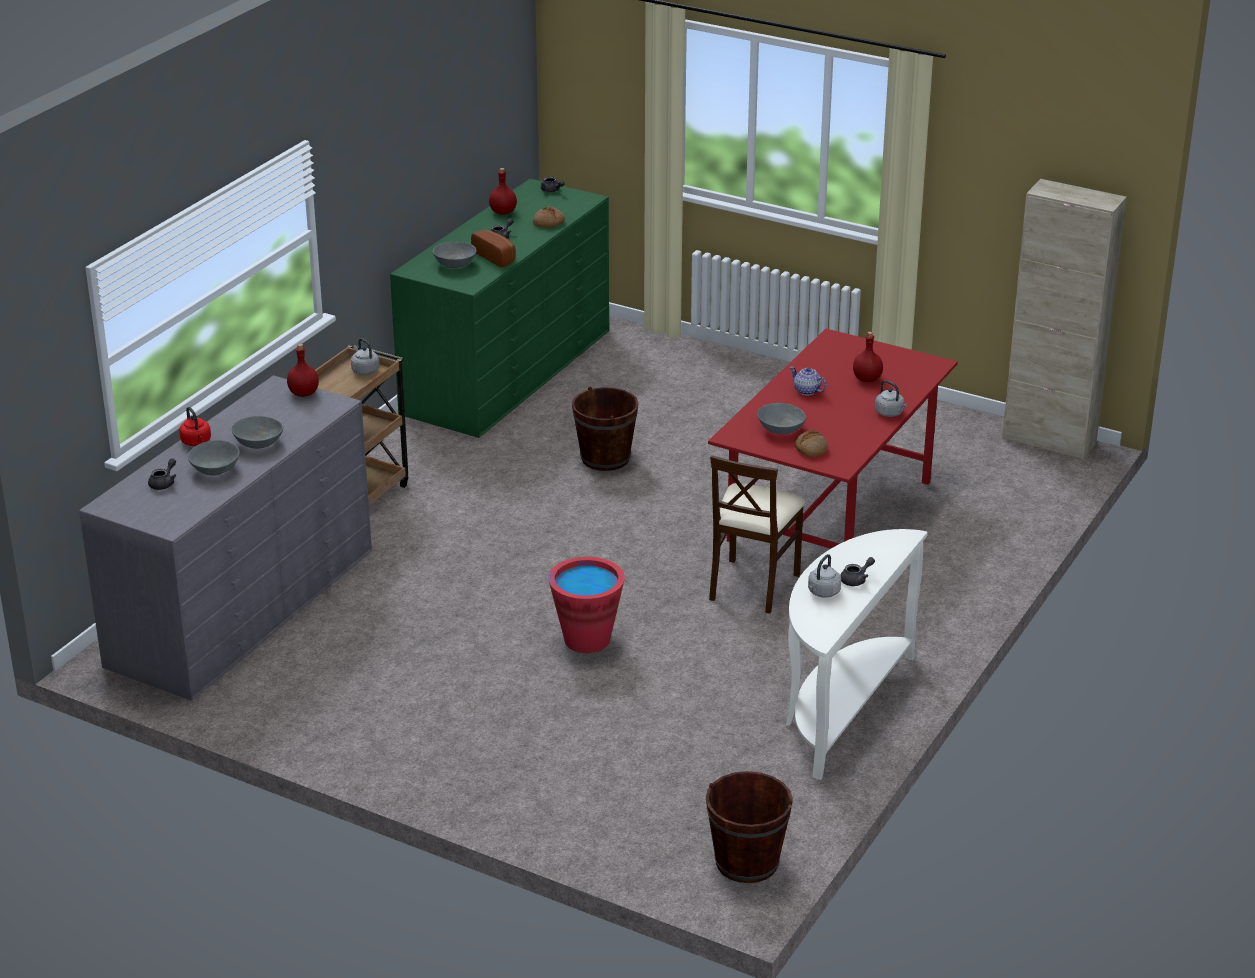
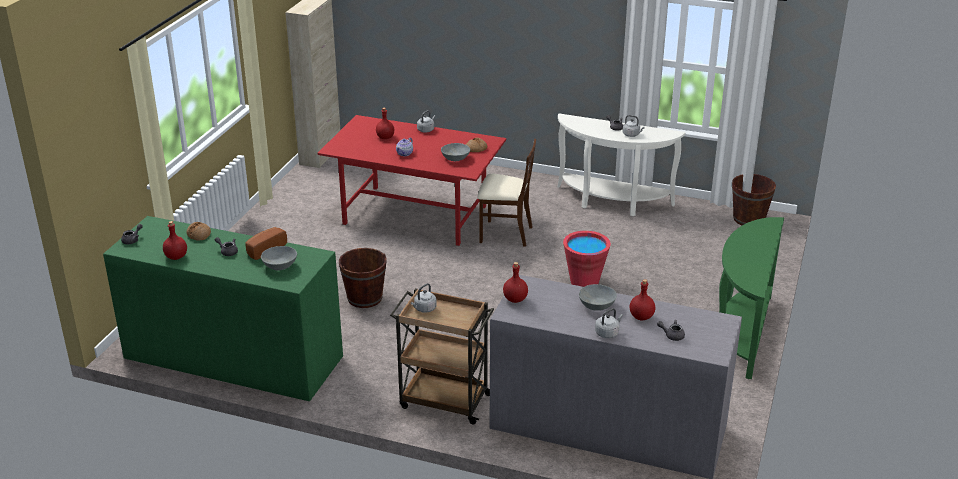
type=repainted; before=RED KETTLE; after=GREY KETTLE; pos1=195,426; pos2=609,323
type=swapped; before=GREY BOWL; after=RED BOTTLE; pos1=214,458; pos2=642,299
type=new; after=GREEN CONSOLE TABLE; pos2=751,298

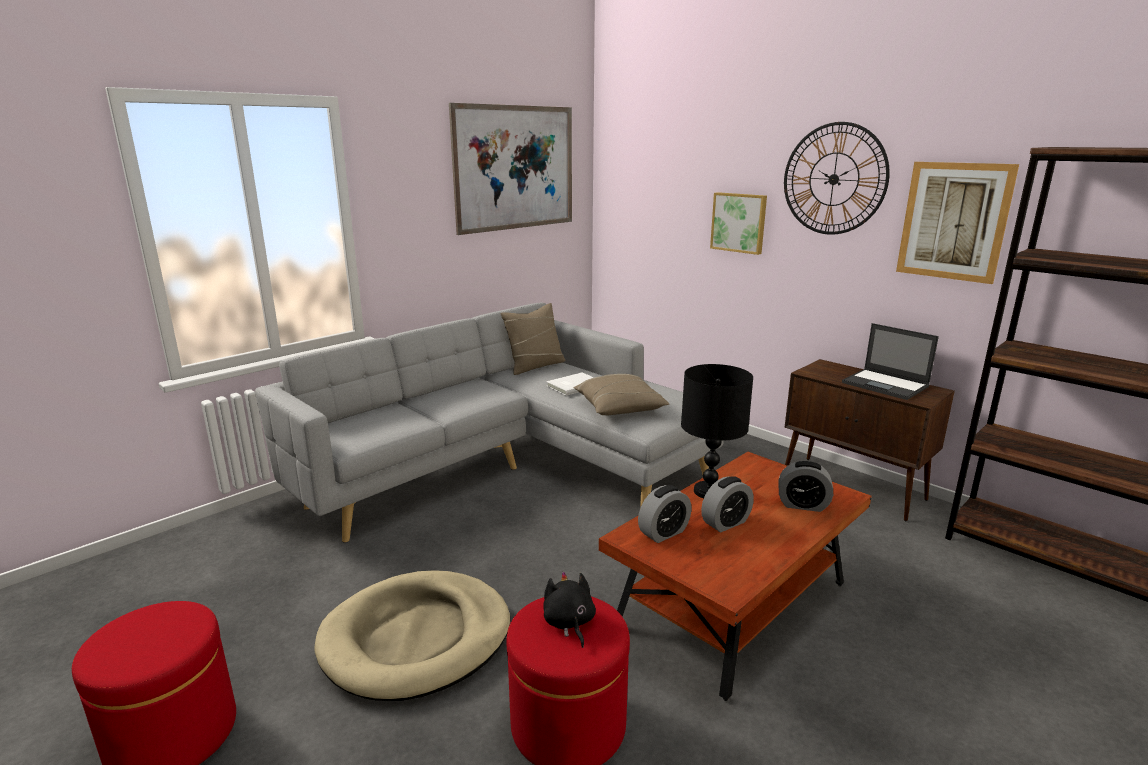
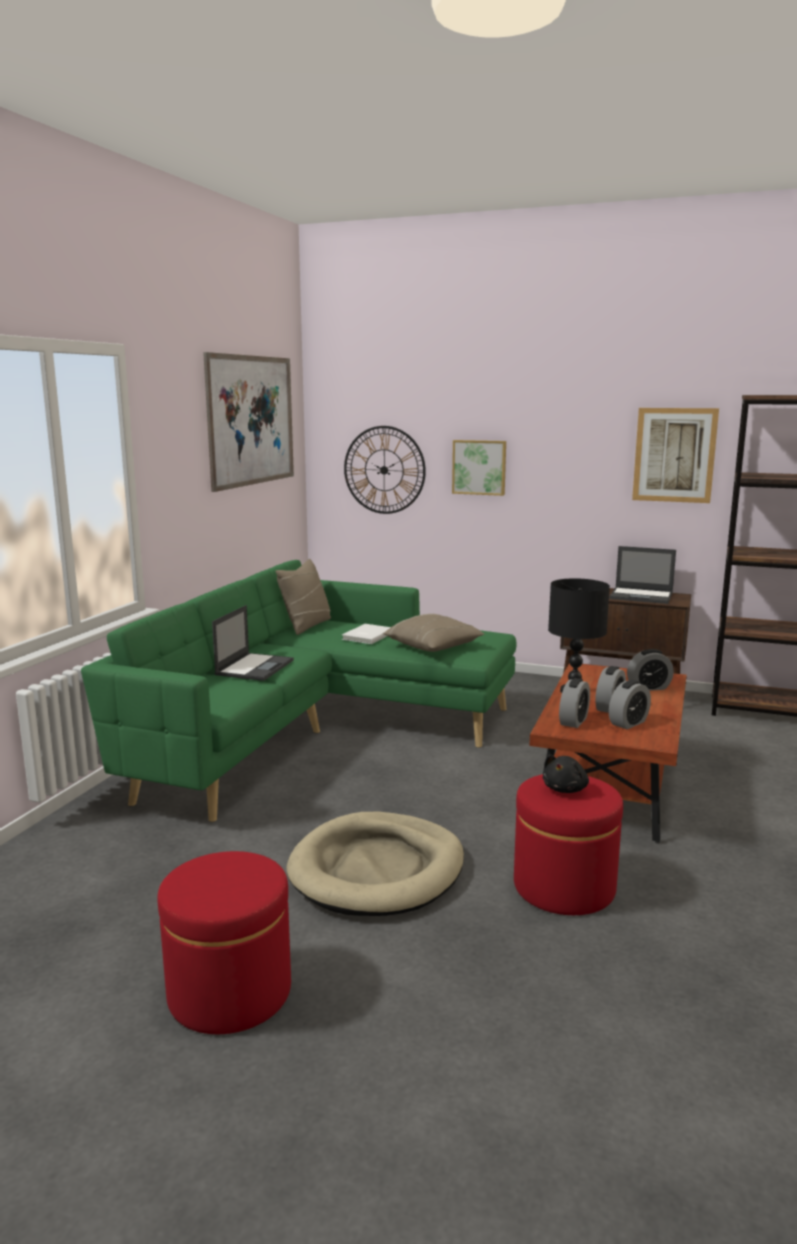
type=repainted; before=GREY SOFA; after=GREEN SOFA; pos1=489,422; pos2=299,691
type=new; after=LAPTOP; pos2=253,643
type=shifted; before=WALL CLOCK; pos1=837,178; pos2=385,470
type=rotated; before=BLACK PLUSH TOY; pos1=569,609; pos2=566,774; turn=-105
type=new; after=ALARM CLOCK; pos2=630,704

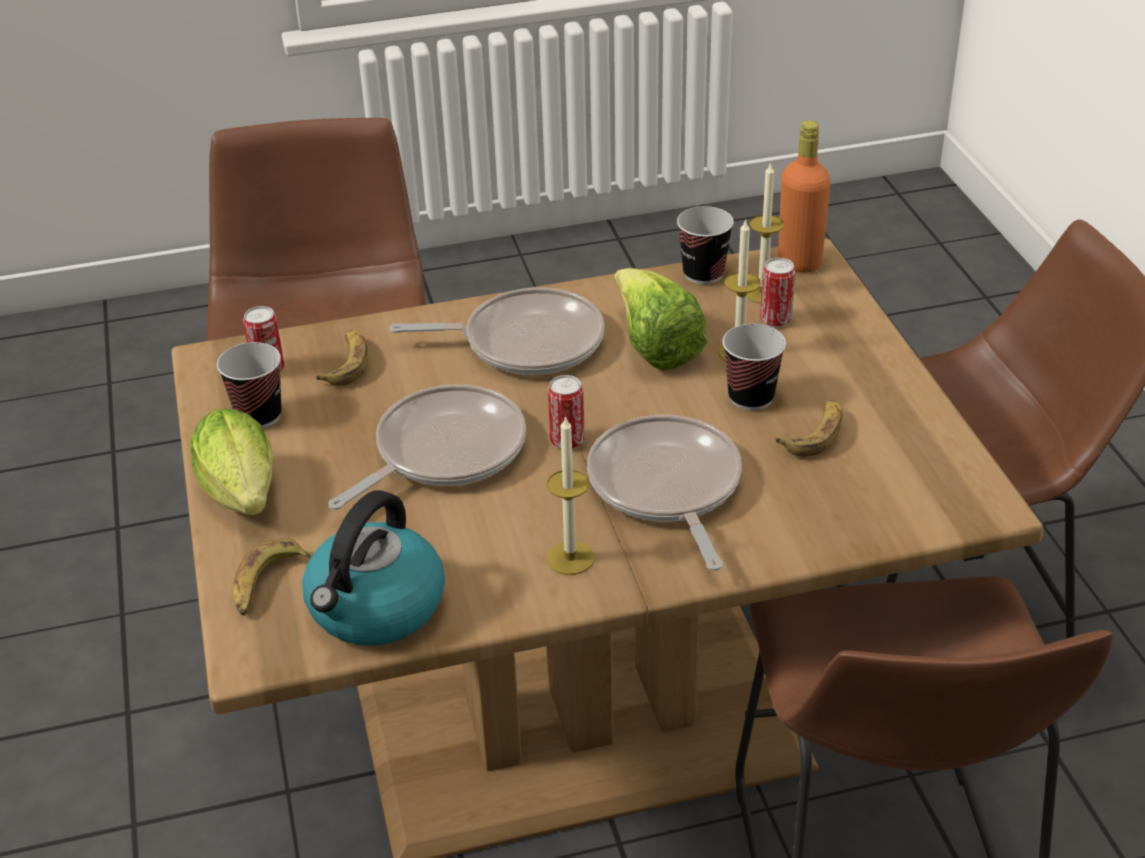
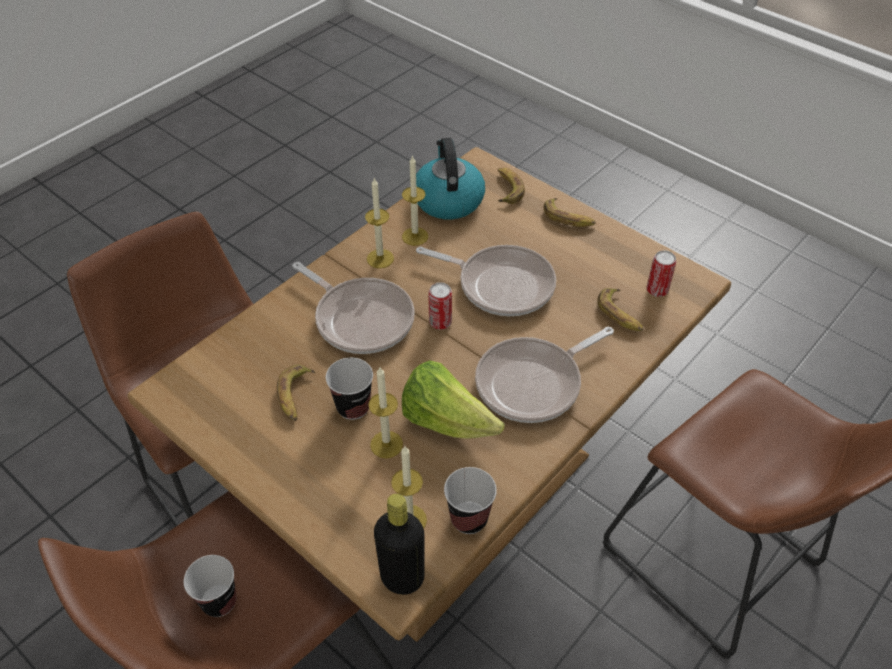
type=shifted; before=CUP; pos1=249,385; pos2=210,586
type=repainted; before=ORANGE BOTTLE; after=BLACK BOTTLE; pos1=804,196; pos2=399,544
type=new; after=CANDLE; pos2=415,200
type=rotated; before=FRYING PAN; pos1=427,447; pos2=486,280; turn=-75
type=swapped; before=LETTUCE; after=BANANA; pos1=231,462; pos2=570,212
type=gone; before=CAN; pos1=777,292

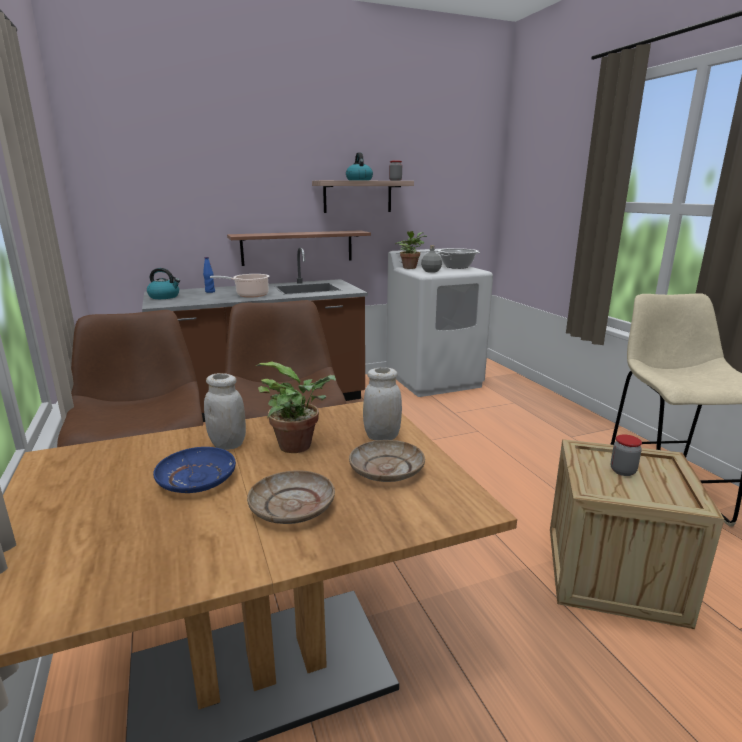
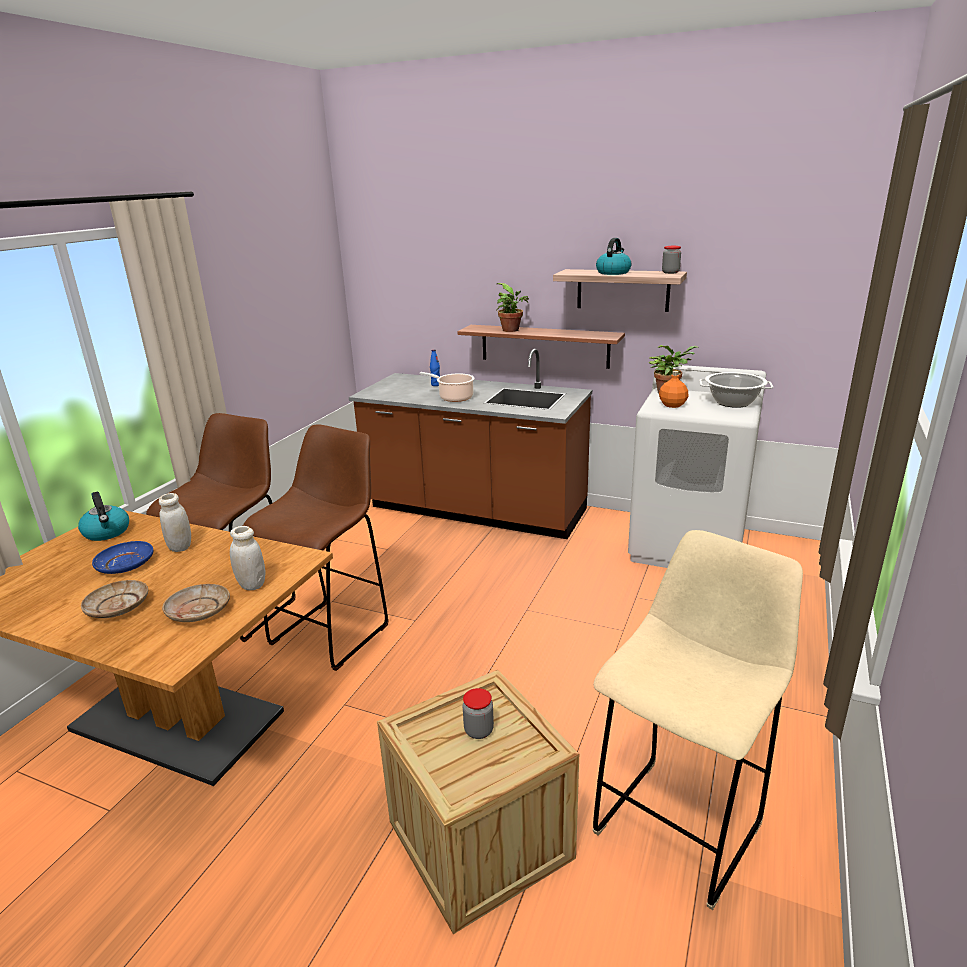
type=shifted; before=KETTLE; pos1=163,283; pos2=103,516
type=shifted; before=POTTED PLANT; pos1=296,407; pos2=512,307
type=repainted; before=GREY BOTTLE; after=ORANGE BOTTLE; pos1=431,259; pos2=673,389

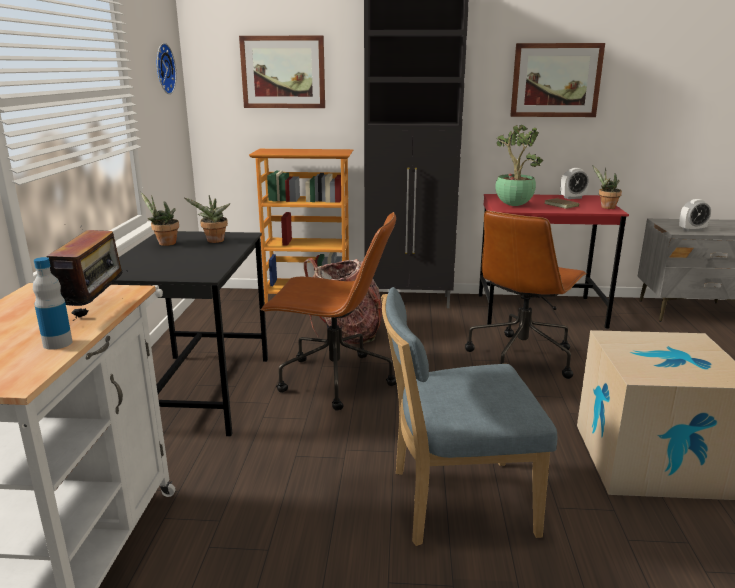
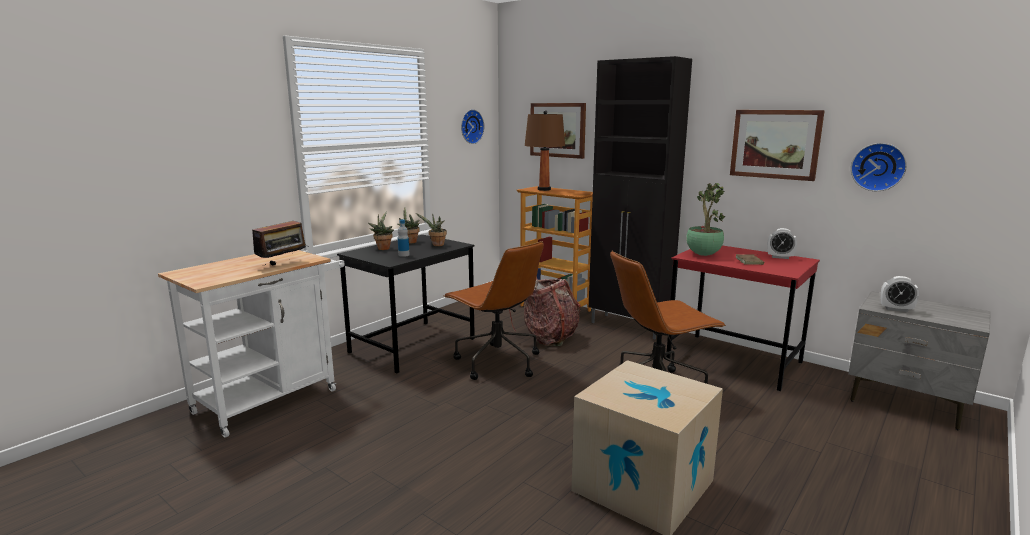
type=shifted; before=POTTED PLANT; pos1=607,187; pos2=381,230
type=shifted; before=BOTTLE; pos1=53,303; pos2=404,238
type=new; after=BROWN TABLE LAMP; pos2=545,150
type=new; after=WALL CLOCK; pos2=879,167
type=gone; before=BLUE CHAIR; pos1=469,416

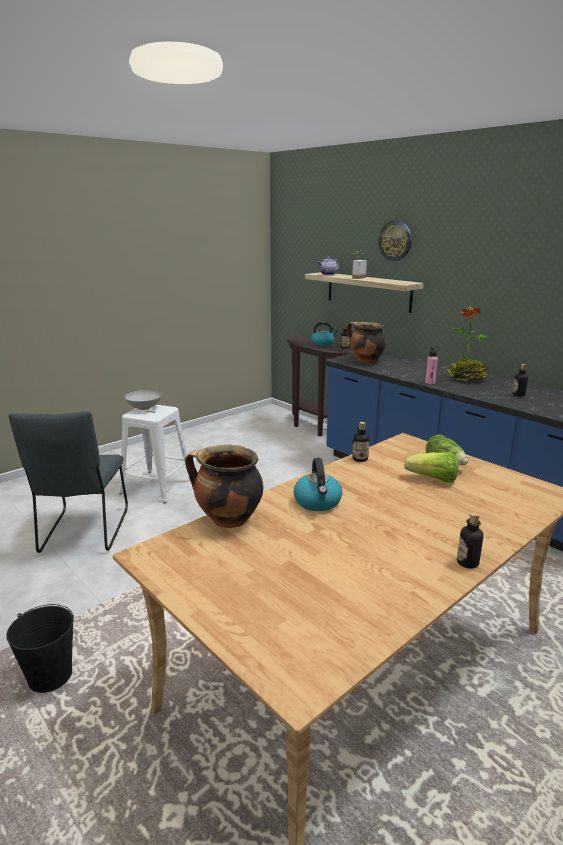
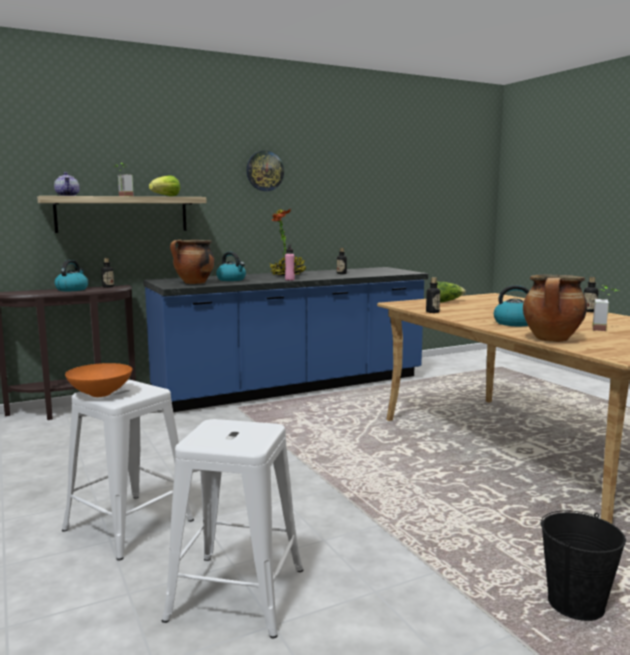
type=repainted; before=GREY BOWL; after=ORANGE BOWL; pos1=143,400; pos2=98,380
type=shifted; before=LETTUCE; pos1=431,467; pos2=165,186
type=swapped; before=GREY CHAIR; after=WHITE STOOL; pos1=68,482; pos2=232,528
type=new; after=KETTLE; pos2=231,266
type=shifted; before=WALL CLOCK; pos1=395,240; pos2=265,171
type=new; after=POTTED PLANT; pos2=606,308

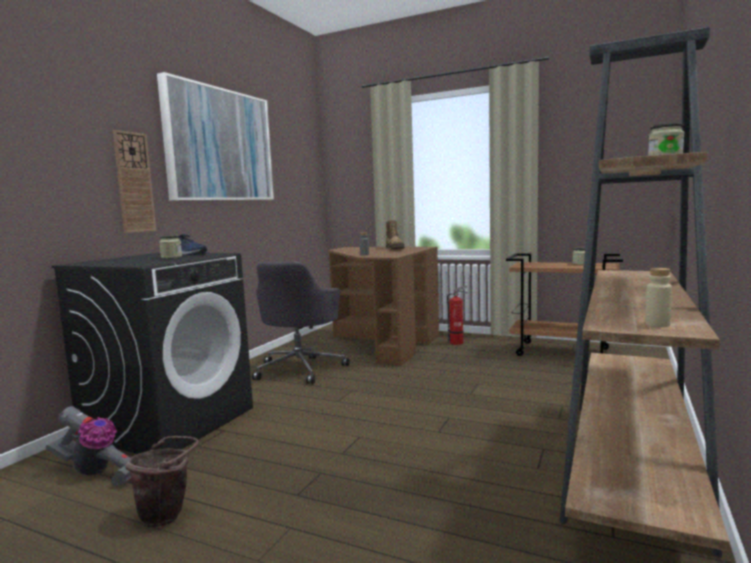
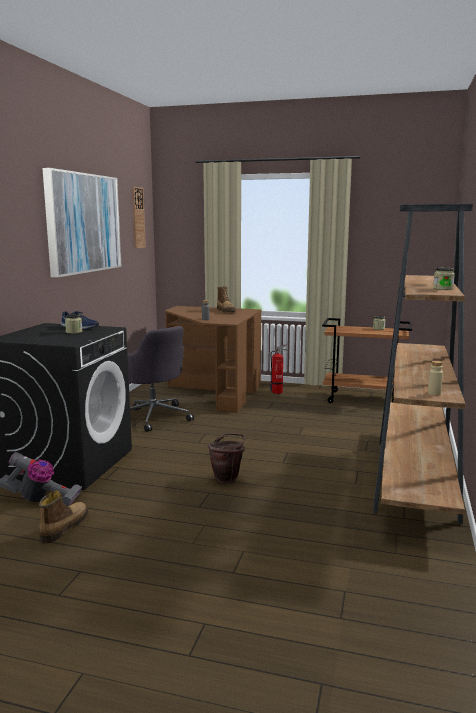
type=new; after=BOOT; pos2=63,517
type=rotated; before=GREY OFFICE CHAIR; pos1=300,323; pos2=161,379; turn=-45
type=shifted; before=WALL CLOCK; pos1=134,181; pos2=139,217
type=shifted; before=BROWN BUCKET; pos1=162,482; pos2=226,458

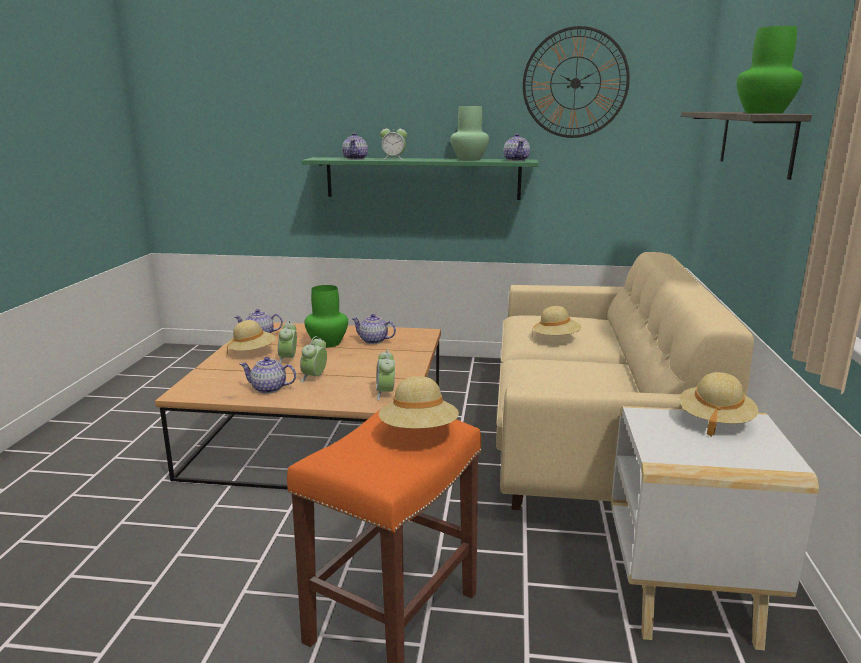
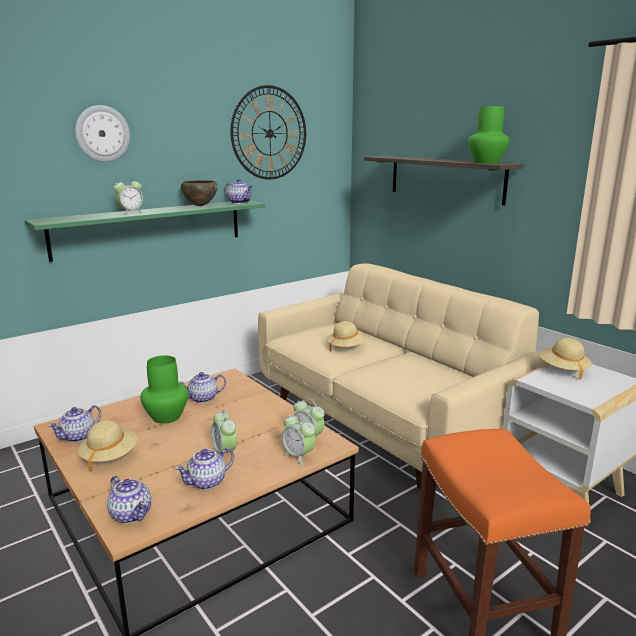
type=new; after=WALL CLOCK; pos2=102,133
type=shifted; before=TEAPOT; pos1=355,146; pos2=129,500
type=swapped; before=GREEN VASE; after=BROWN BOWL; pos1=470,133; pos2=199,193
type=shifted; before=ALARM CLOCK; pos1=287,342; pos2=298,439
type=gone; before=BEIGE HAT; pos1=419,402

